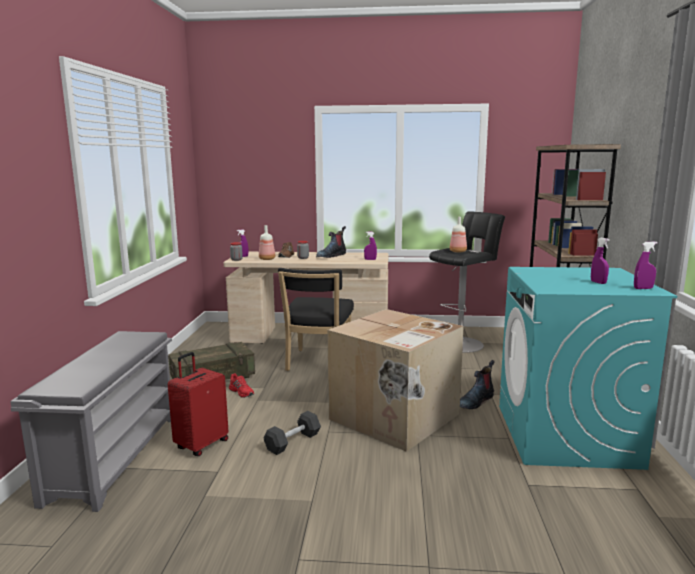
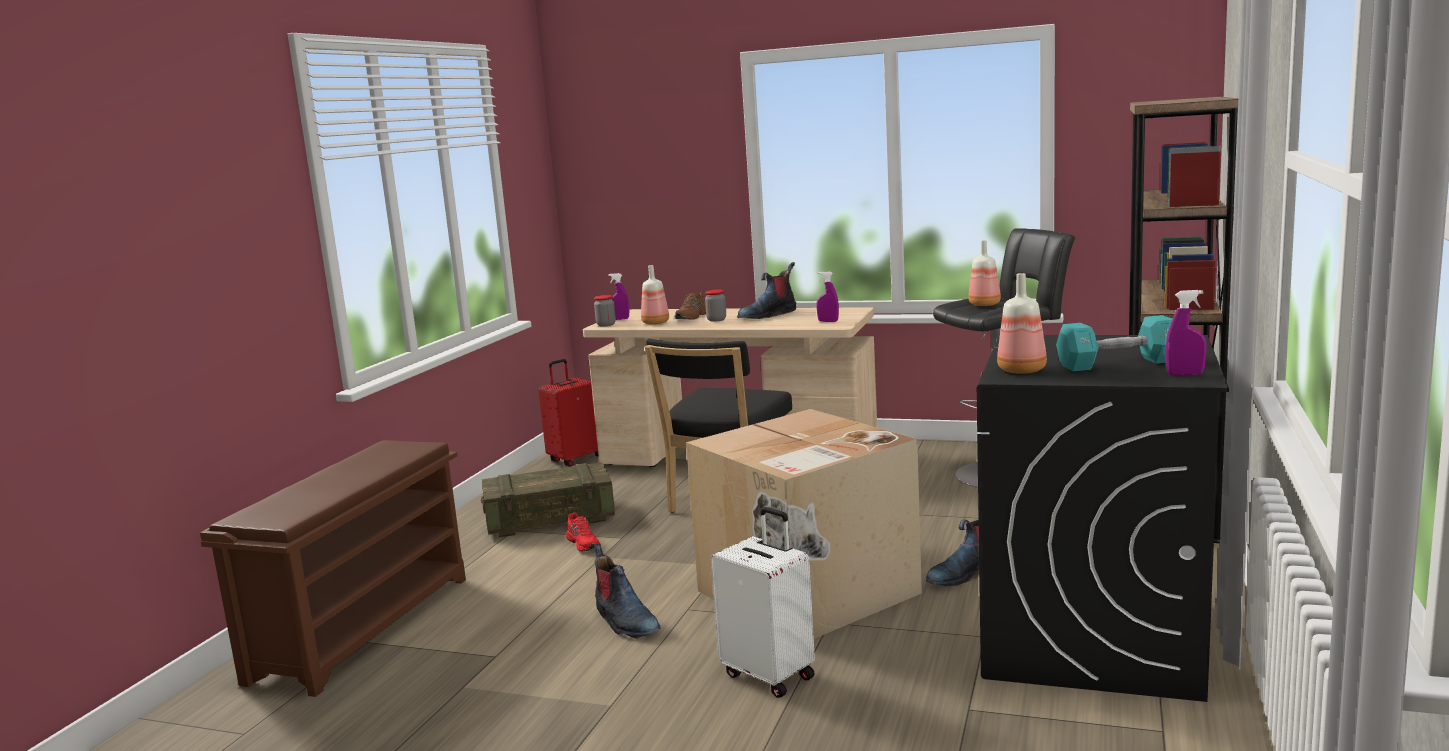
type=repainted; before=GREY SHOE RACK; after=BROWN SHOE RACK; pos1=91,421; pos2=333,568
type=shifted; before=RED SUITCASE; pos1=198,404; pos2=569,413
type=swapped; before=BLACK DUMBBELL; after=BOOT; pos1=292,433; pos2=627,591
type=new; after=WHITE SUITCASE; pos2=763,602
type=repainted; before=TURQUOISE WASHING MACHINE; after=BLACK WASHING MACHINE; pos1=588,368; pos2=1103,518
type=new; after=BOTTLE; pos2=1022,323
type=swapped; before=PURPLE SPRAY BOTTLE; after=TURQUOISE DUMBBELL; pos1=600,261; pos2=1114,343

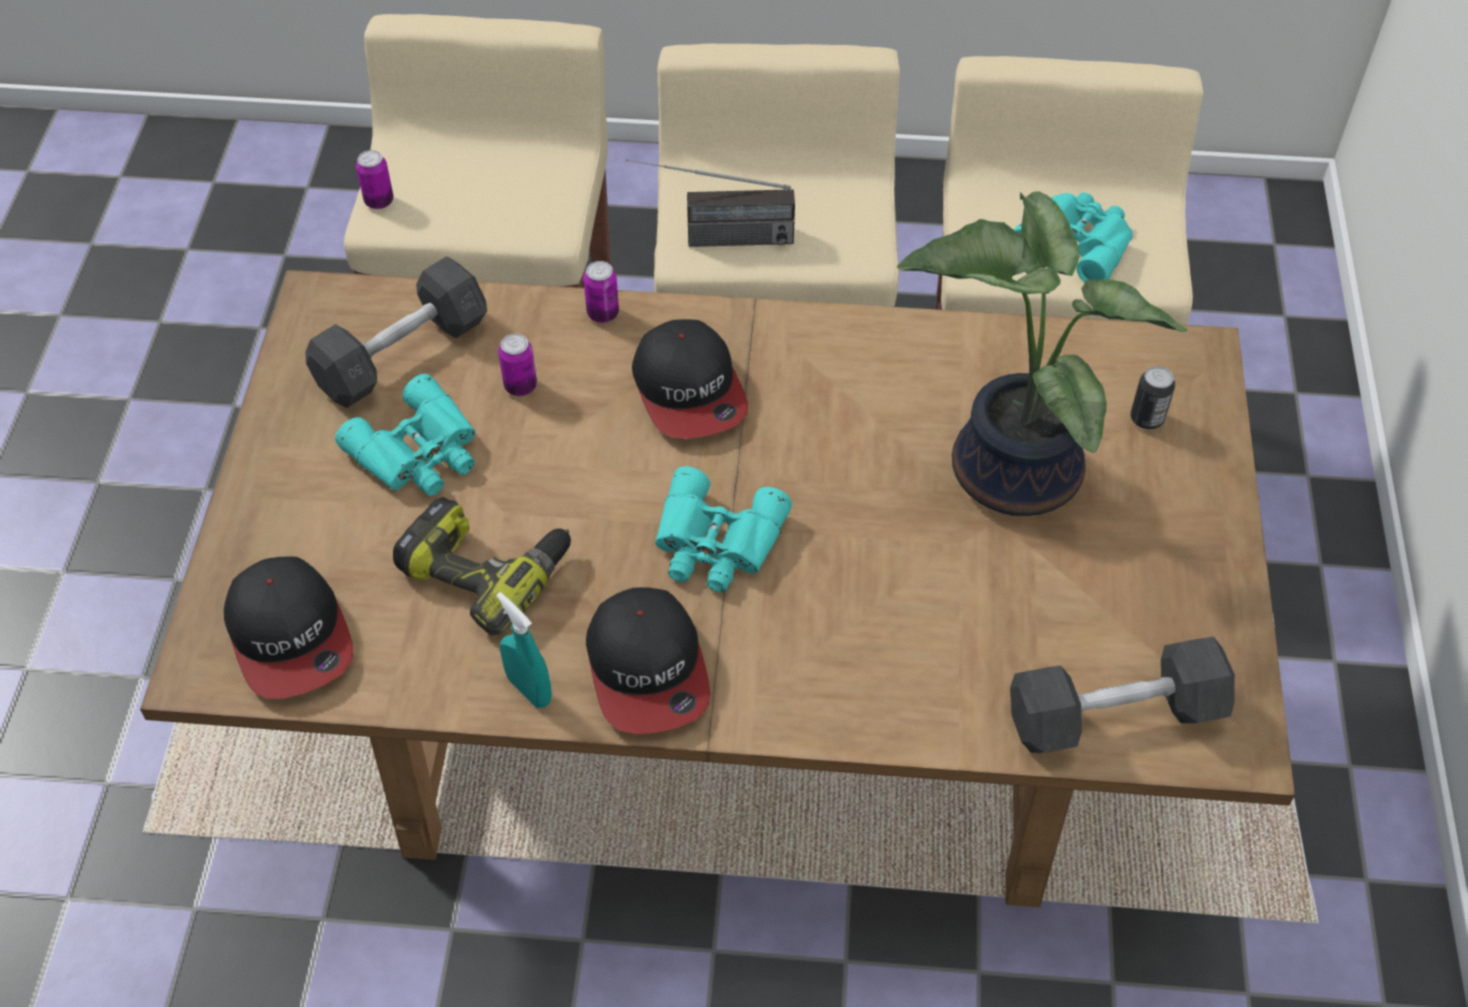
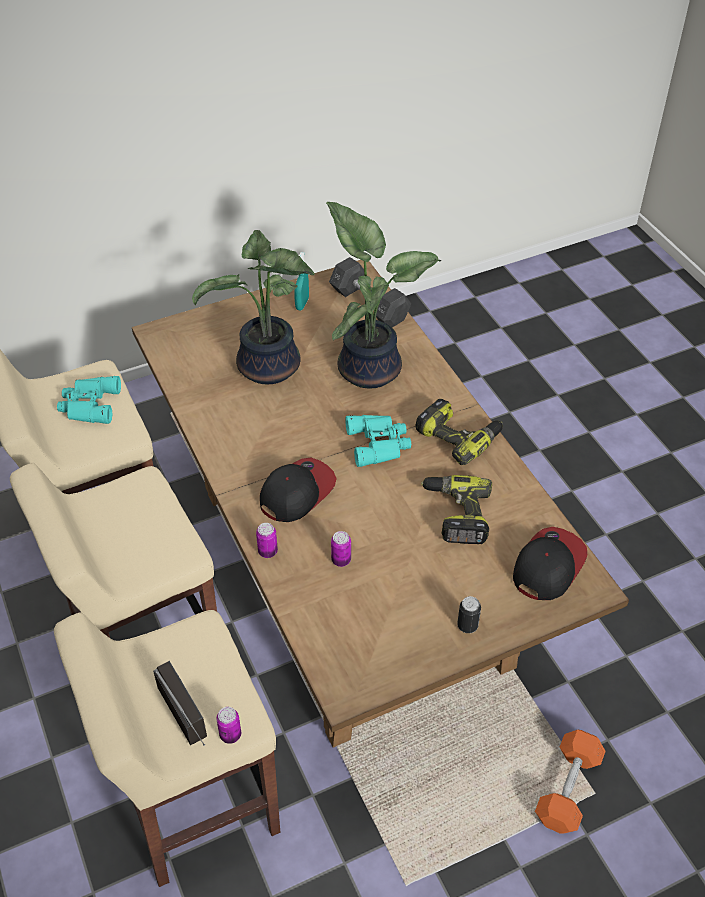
type=shifted; before=RADIO; pos1=710,203; pos2=180,703
type=shifted; before=TURQUOISE SPRAY BOTTLE; pos1=524,650; pos2=301,281
type=new; after=POTTED PLANT; pos2=383,295
type=swapped; before=CAP; after=POWER DRILL; pos1=648,660; pos2=459,432
type=shifted; before=CAN; pos1=1152,398; pos2=469,614
type=new; after=ORANGE DUMBBELL; pos2=570,782
type=gone; before=GREY DUMBBELL; pos1=396,332
type=gone; before=TURQUOISE BINOCULARS; pos1=405,435

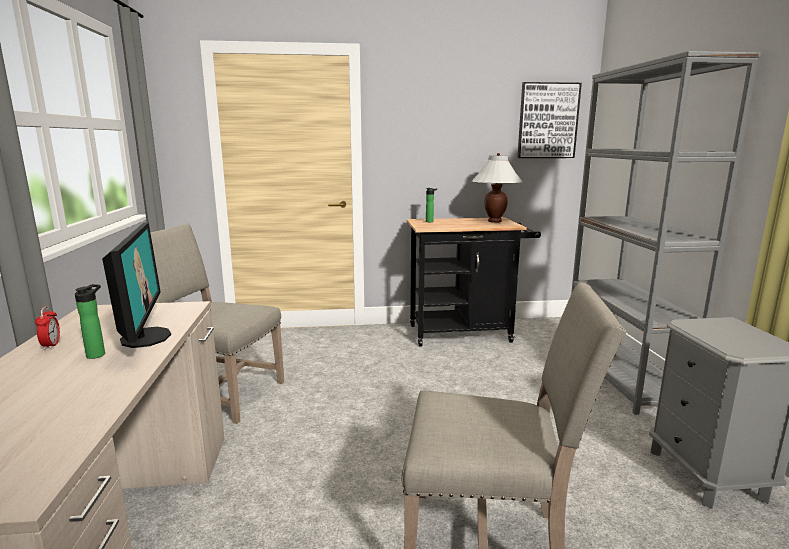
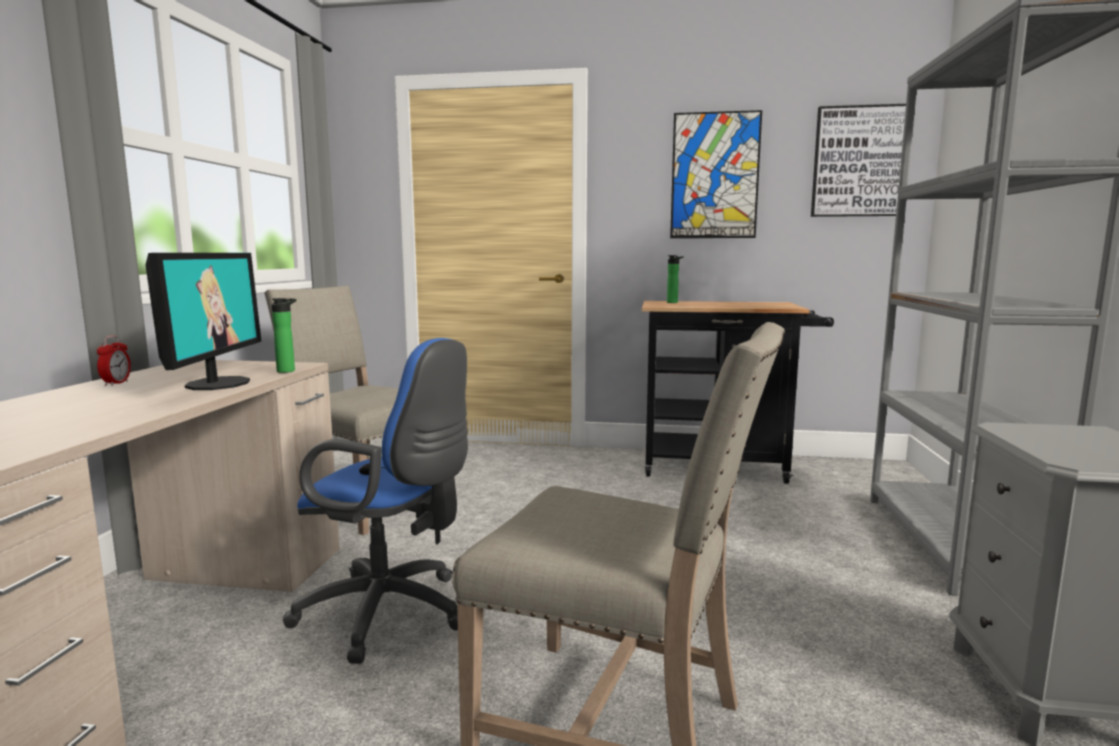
type=shifted; before=BOTTLE; pos1=90,321; pos2=284,335
type=new; after=BLUE OFFICE CHAIR; pos2=375,501
type=new; after=PICTURE; pos2=716,174
type=gone; before=WHITE TABLE LAMP; pos1=497,188

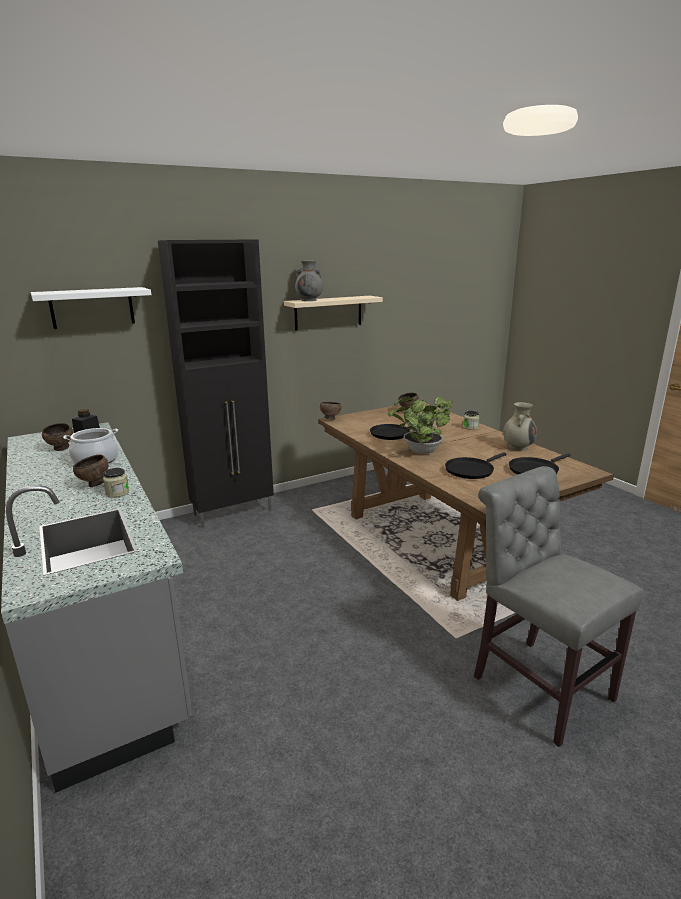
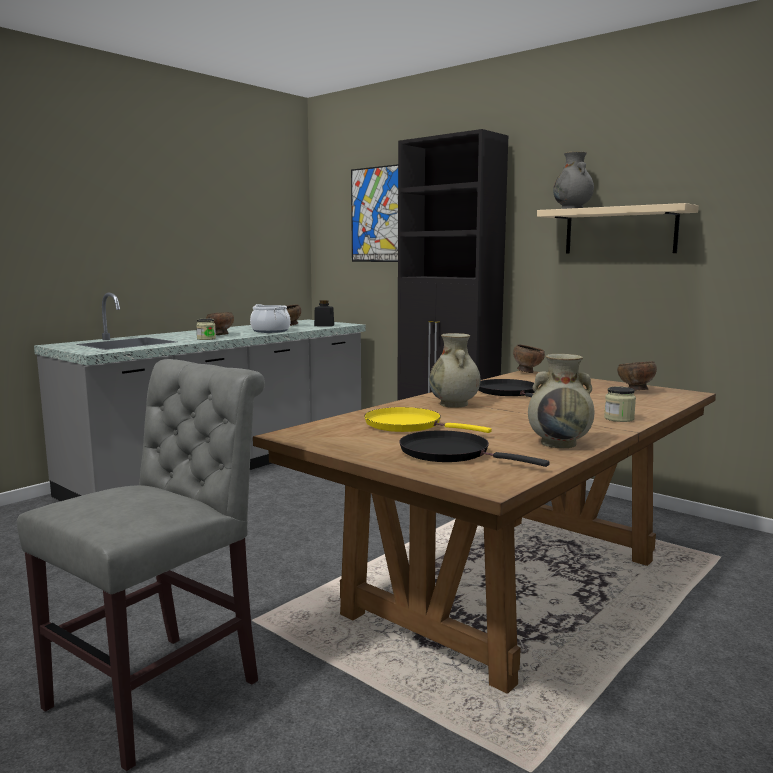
type=swapped; before=WHITE SHELF; after=PICTURE; pos1=91,308; pos2=374,213
type=repainted; before=BLACK FRYING PAN; after=YELLOW FRYING PAN; pos1=476,466; pos2=428,420
type=swapped; before=POTTED PLANT; after=BEIGE VASE; pos1=420,425; pos2=454,370

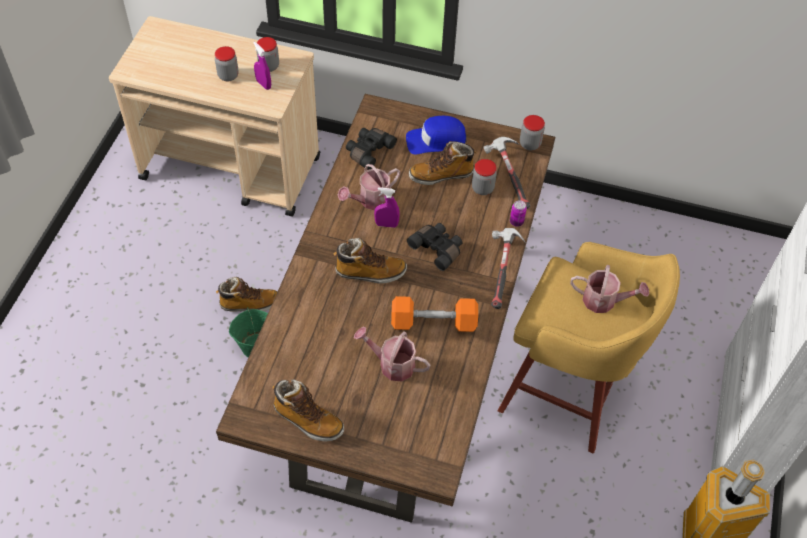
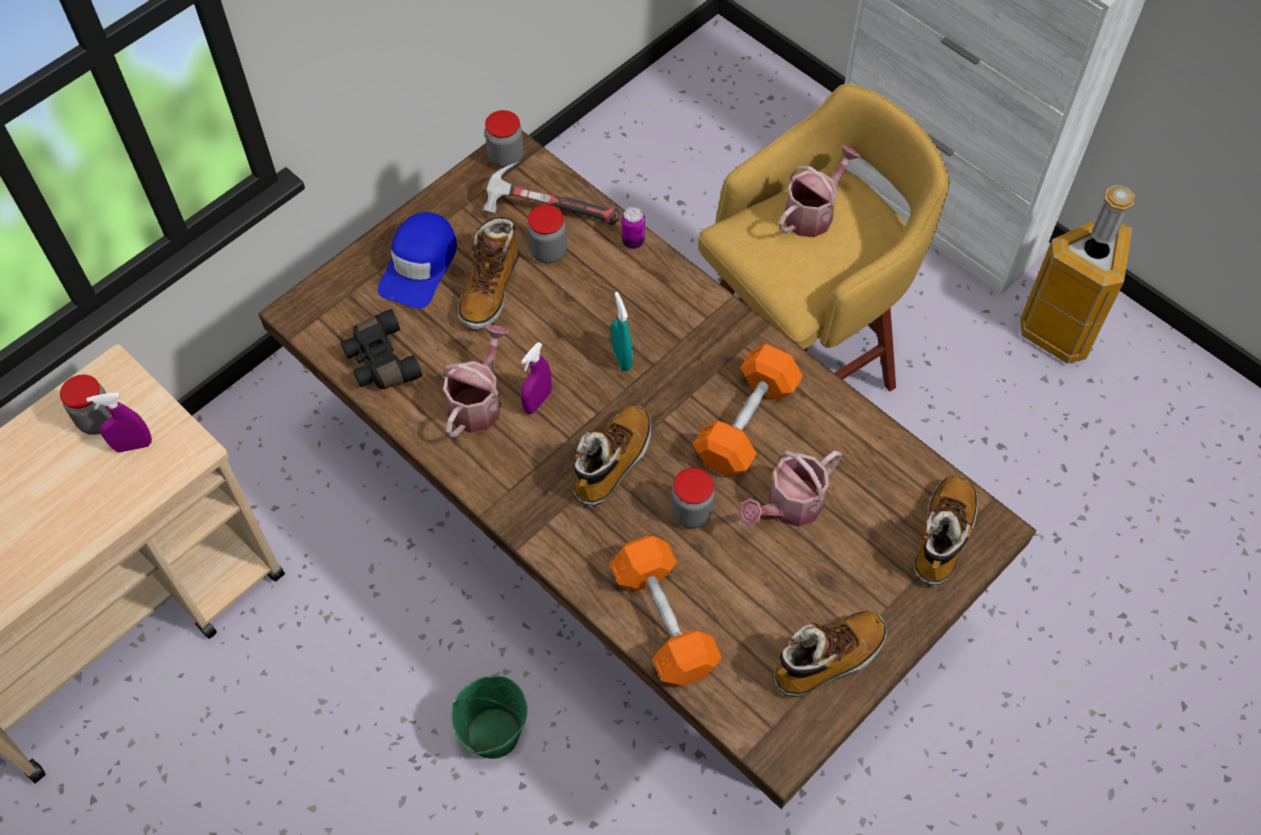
type=rotated; before=WATERING CAN; pos1=369,187; pos2=475,381; turn=-150
type=new; after=ORANGE DUMBBELL; pos2=665,611
type=swapped; before=BLACK BINOCULARS; after=TURQUOISE SPRAY BOTTLE; pos1=435,247; pos2=622,331
type=shifted; before=JAR; pos1=227,63; pos2=693,498
type=shifted; before=BOOT; pos1=246,294; pos2=946,531
type=gone; before=HAMMER; pos1=508,268

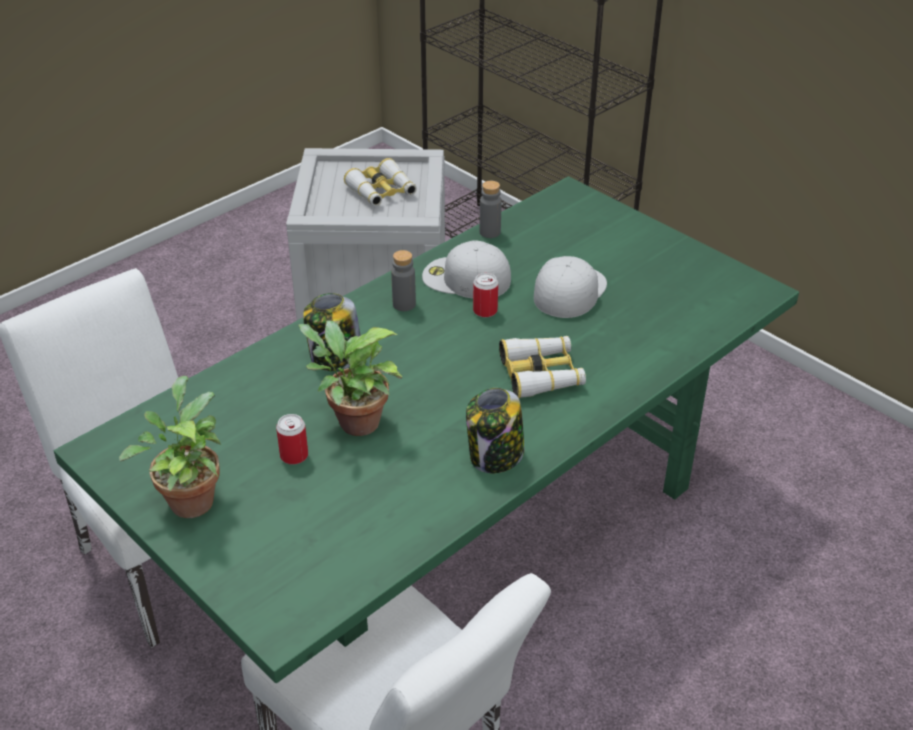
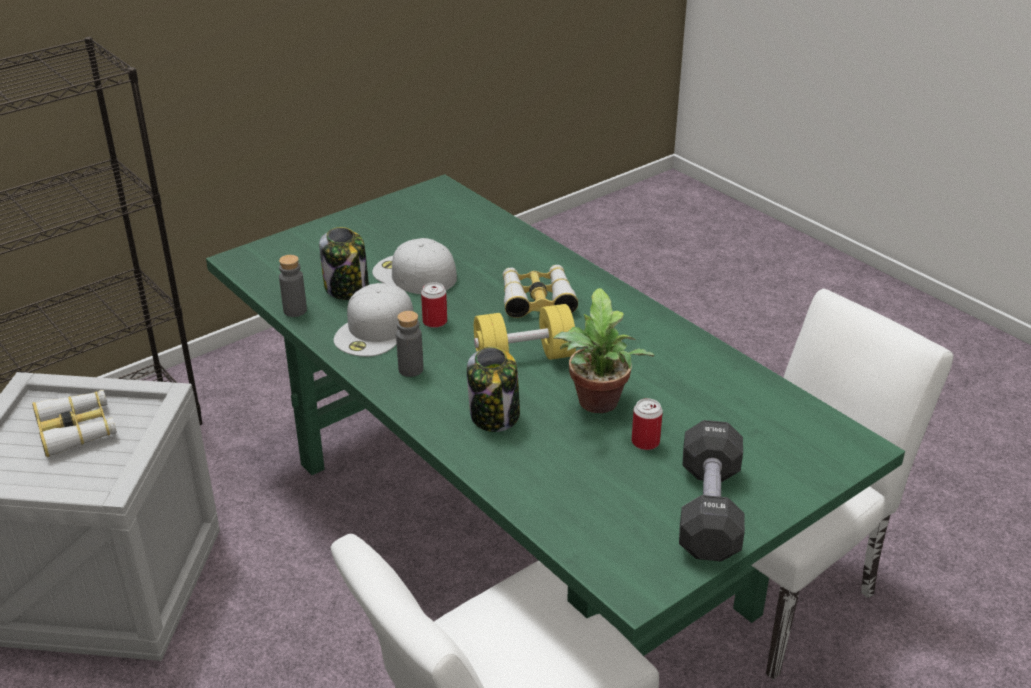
type=shifted; before=JAR; pos1=495,430; pos2=344,263
type=new; after=YELLOW DUMBBELL; pos2=525,332
type=swapped; before=POTTED PLANT; after=BLACK DUMBBELL; pos1=170,447; pos2=712,490

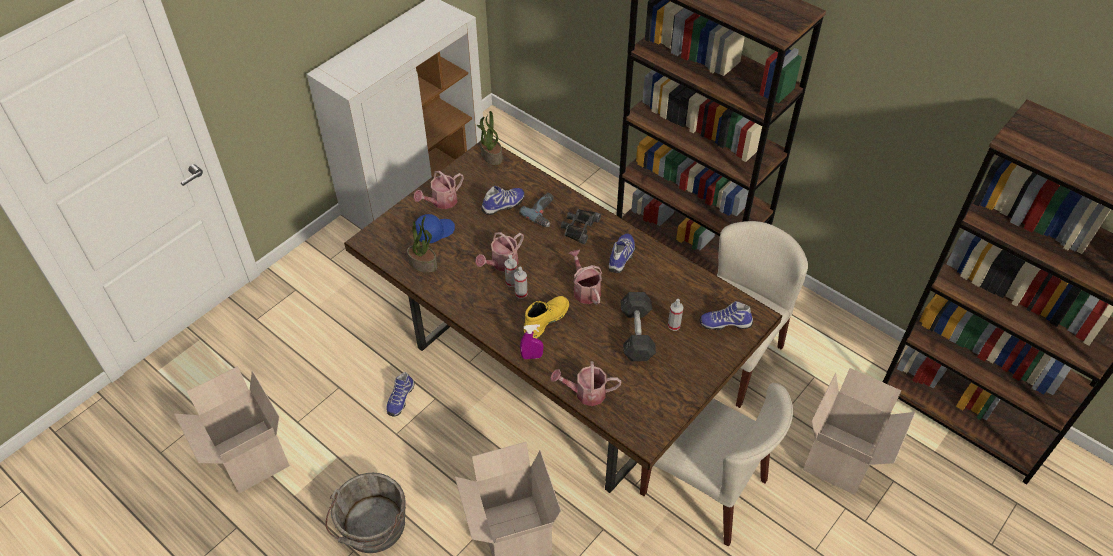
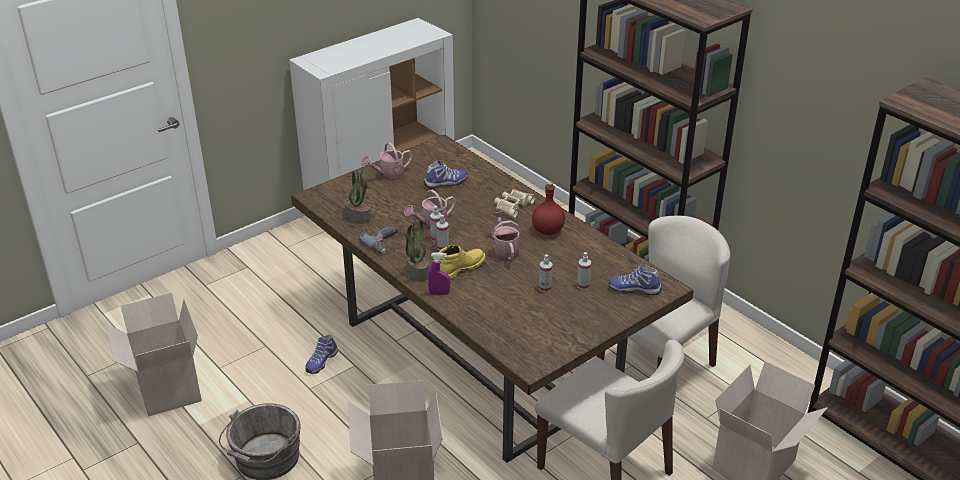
type=shifted; before=POWER DRILL; pos1=536,210; pos2=378,239
type=shifted; before=POTTED PLANT; pos1=490,138; pos2=415,251
type=repainted; before=BLACK BINOCULARS; after=BEIGE BINOCULARS; pos1=581,226; pos2=514,203
type=swapped; before=SHOE; after=RED BOTTLE; pos1=622,253; pos2=548,208
type=swapped; before=GREY DUMBBELL; after=SPRAY BOTTLE; pos1=638,326; pos2=545,273
type=gone; before=BLUE CAP; pos1=435,228
type=gone; before=WATERING CAN; pos1=585,383

